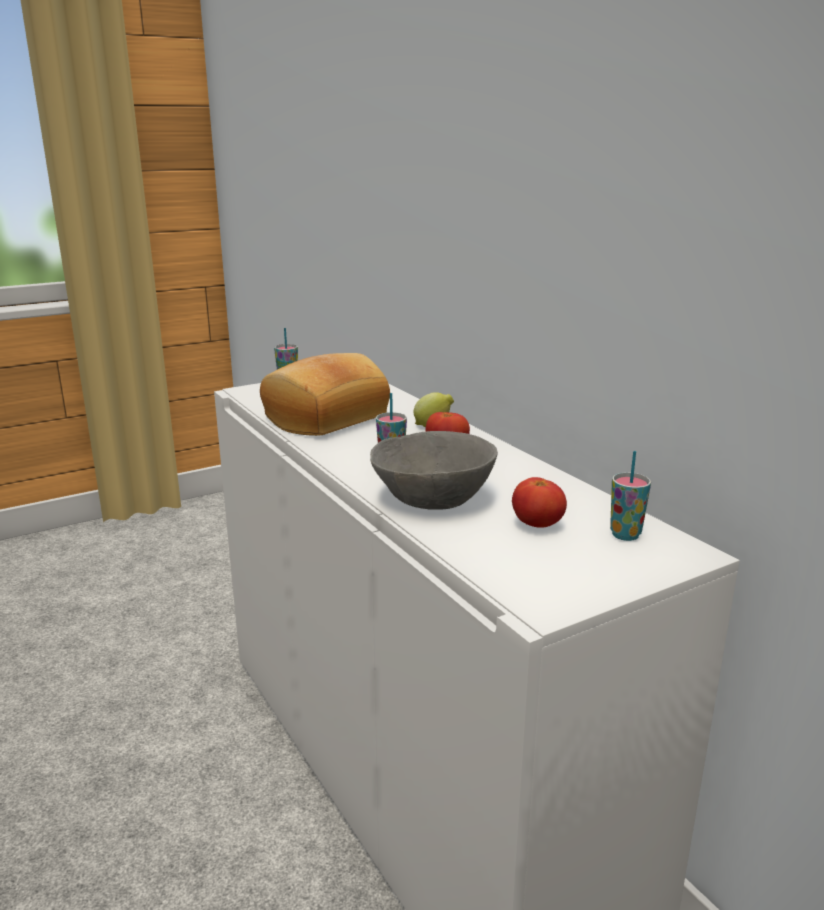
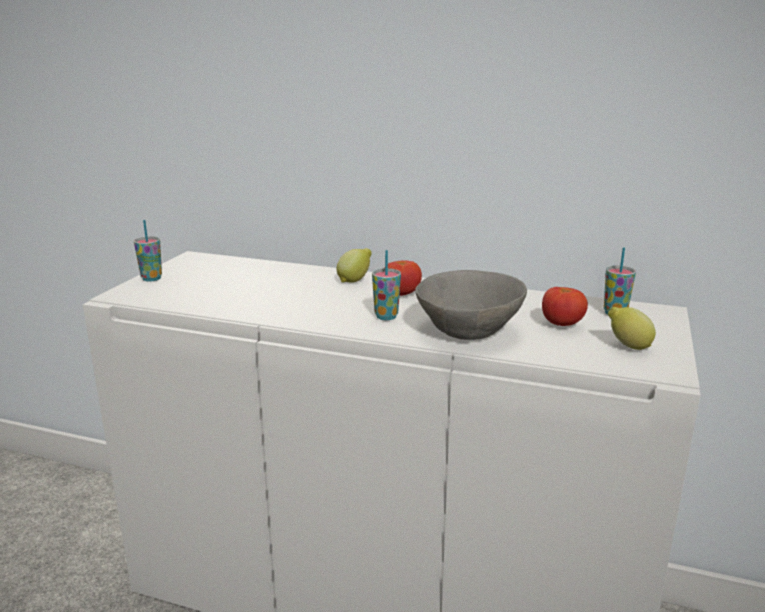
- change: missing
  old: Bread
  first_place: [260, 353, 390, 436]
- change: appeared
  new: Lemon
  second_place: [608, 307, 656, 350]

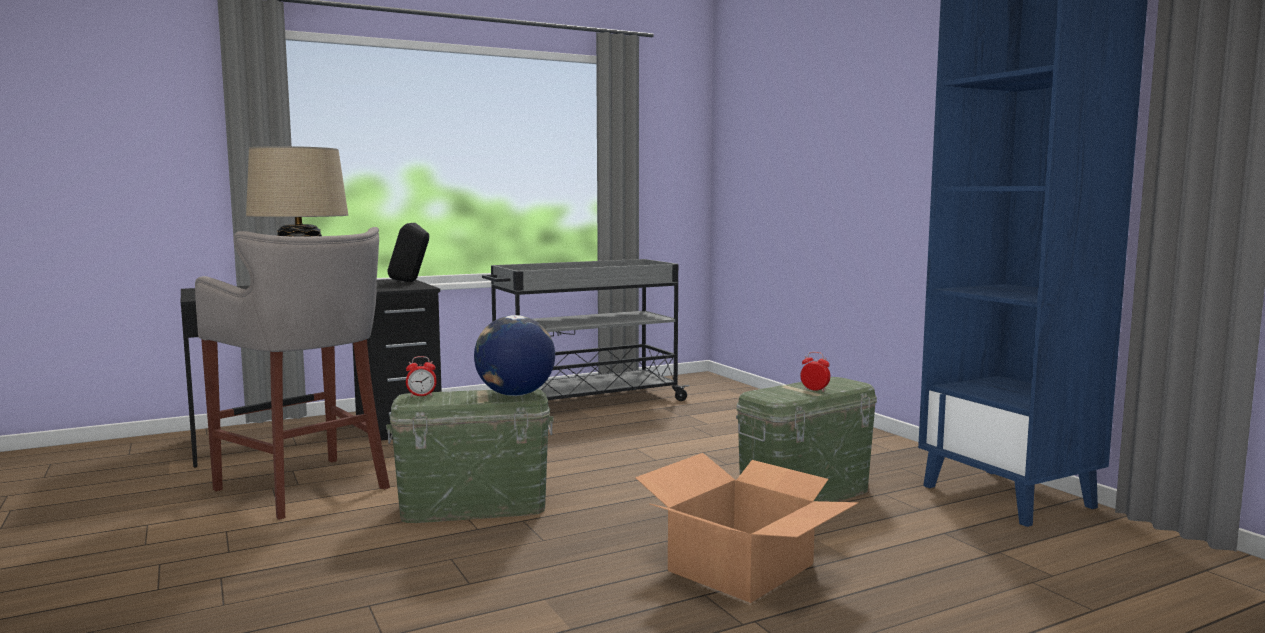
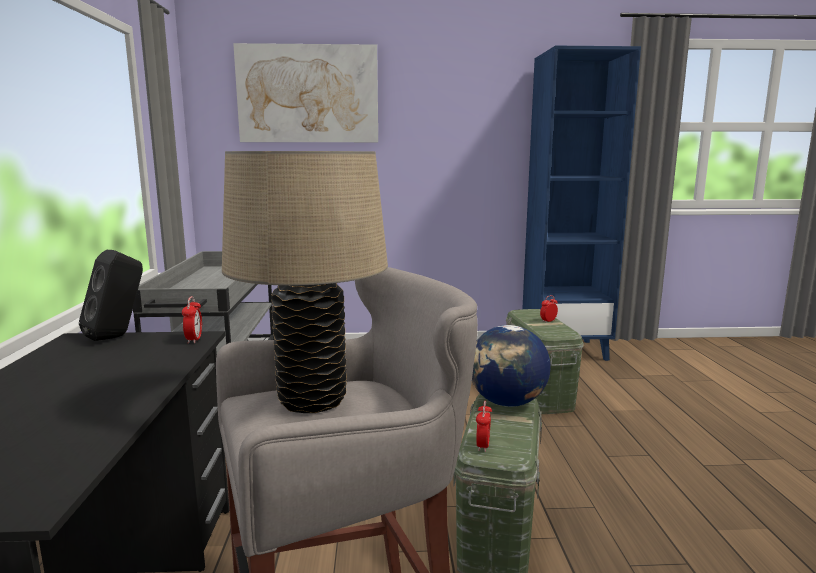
- change: missing
  old: CardboardBox
  first_place: [635, 453, 859, 603]
- change: appeared
  new: AlarmClock
  second_place: [182, 296, 202, 344]
- change: appeared
  new: Picture
  second_place: [233, 43, 378, 142]

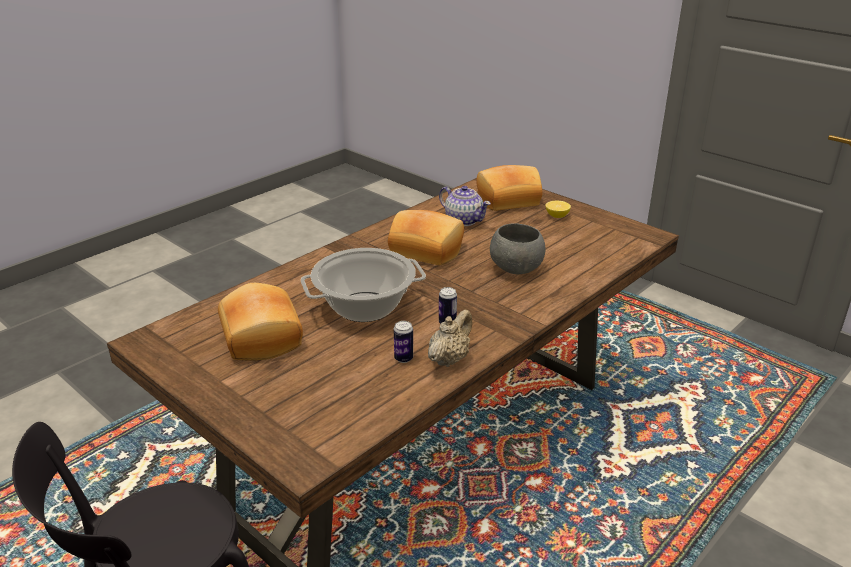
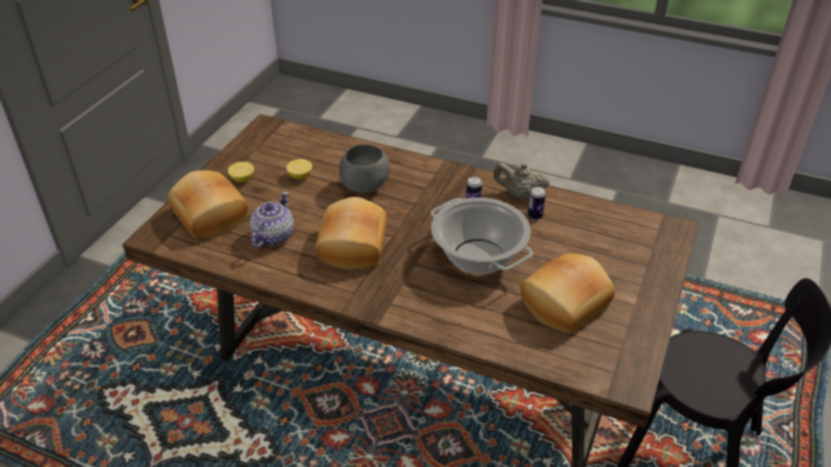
- change: appeared
  new: Lemon
  second_place: [286, 159, 312, 179]

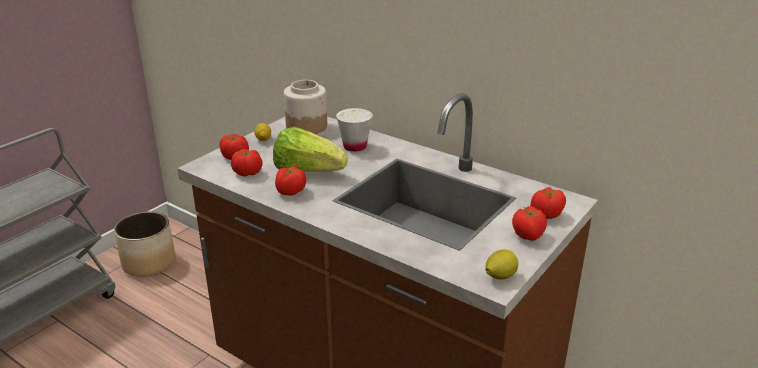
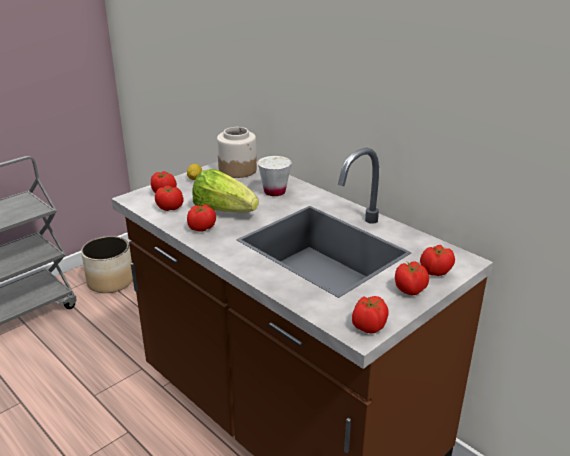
- change: exchanged
  old: Lemon
  new: Tomato
  first_place: [485, 250, 519, 280]
  second_place: [352, 296, 389, 334]

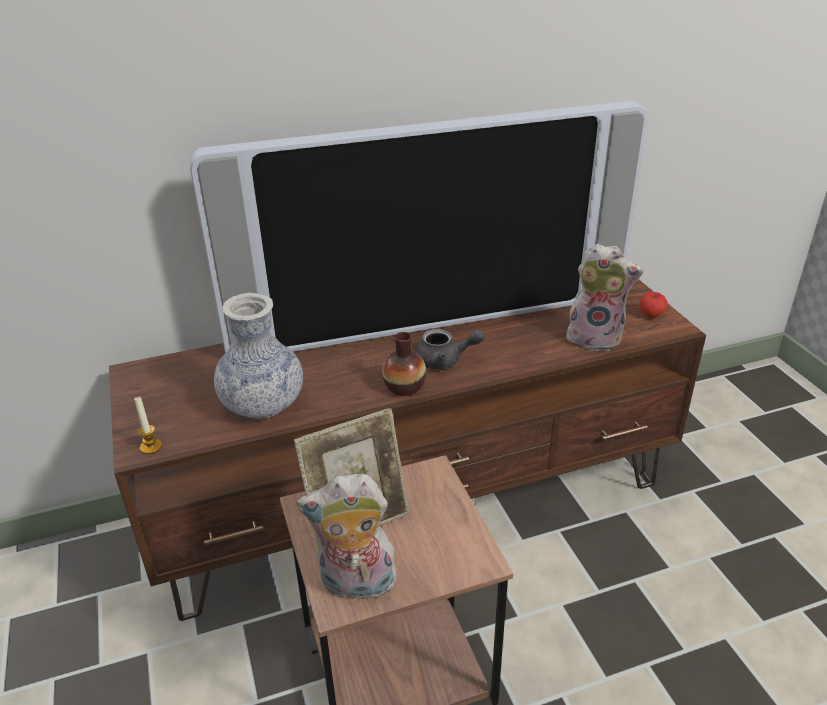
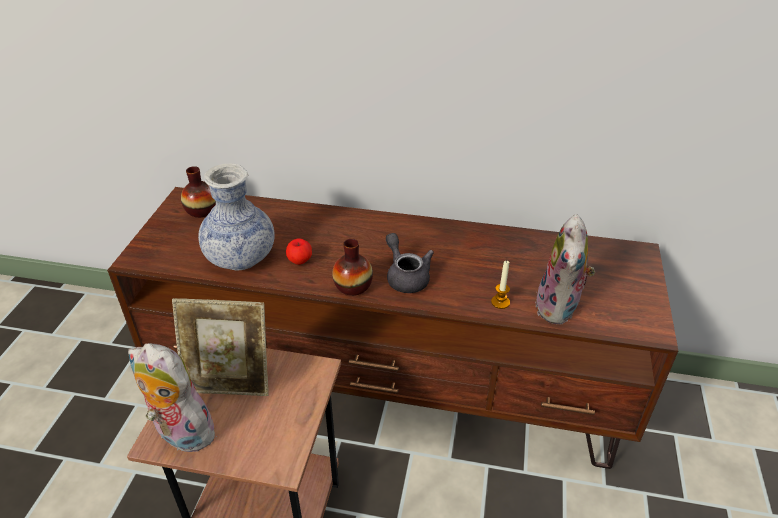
- change: relocated
  old: Candle
  first_place: [134, 397, 162, 454]
  second_place: [491, 261, 510, 309]
- change: missing
  old: Television
  first_place: [190, 101, 648, 353]
- change: spun
  old: GreyTeapot
  first_place: [415, 329, 485, 369]
  second_place: [386, 233, 434, 293]
  degrees: -150
- change: spun
  old: PlushToy
  first_place: [567, 244, 643, 351]
  second_place: [535, 215, 595, 324]
  degrees: 60
- change: relocated
  old: Apple
  first_place: [639, 292, 668, 318]
  second_place: [286, 238, 312, 265]
- change: appeared
  new: Vase
  second_place: [181, 166, 216, 218]

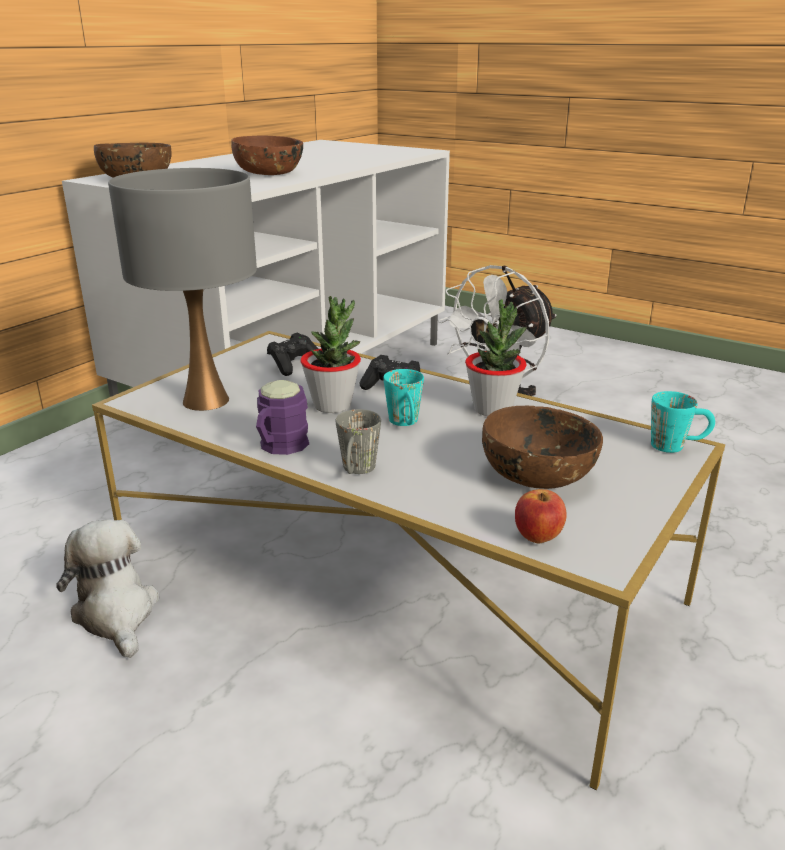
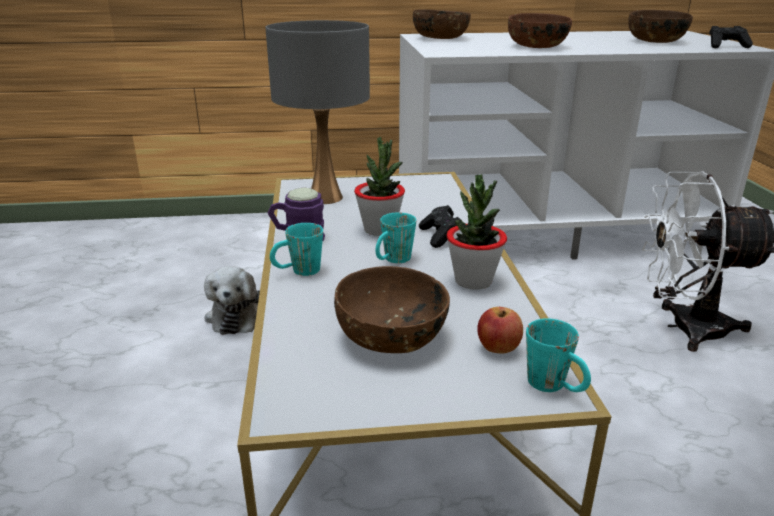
- change: spun
  old: PlushToy
  first_place: [56, 519, 159, 658]
  second_place: [204, 266, 260, 335]
  degrees: 150
- change: relocated
  old: BlackGameController
  first_place: [267, 333, 318, 376]
  second_place: [709, 26, 753, 48]
- change: colour
  old: GreyMug
  new: TurquoiseMug
  first_place: [336, 409, 381, 474]
  second_place: [270, 223, 323, 276]
- change: relocated
  old: Apple
  first_place: [515, 489, 567, 544]
  second_place: [477, 307, 523, 354]
- change: appeared
  new: BrownBowl
  second_place: [628, 10, 693, 43]

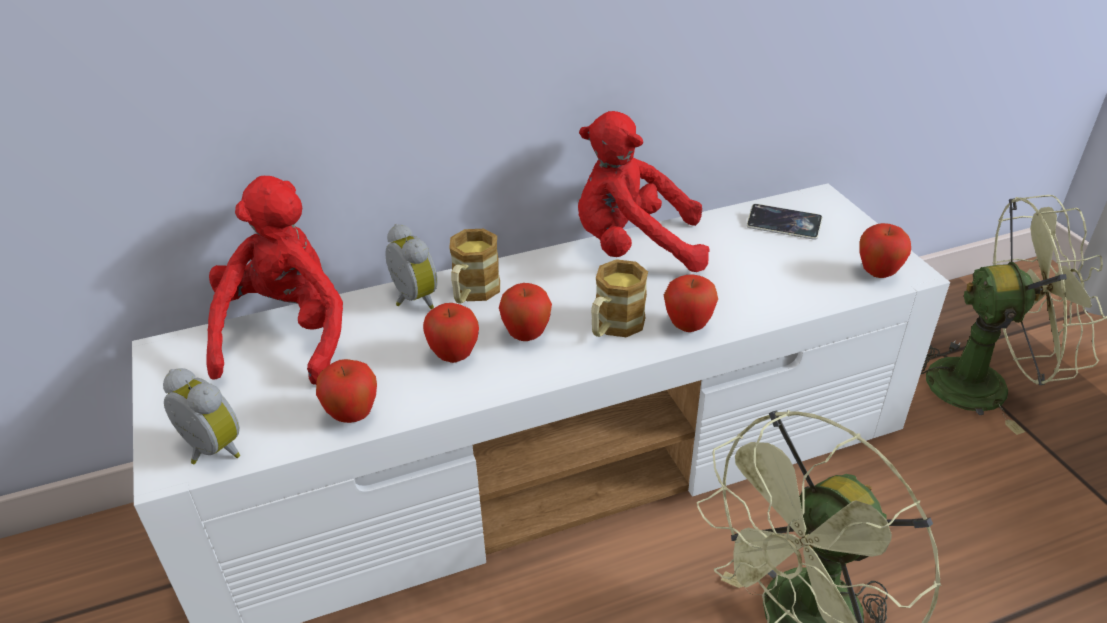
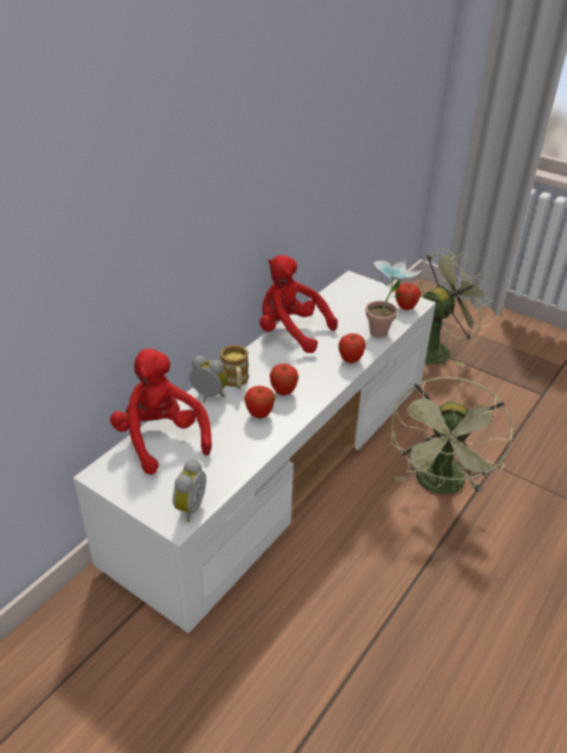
- change: spun
  old: AlarmClock
  first_place: [163, 368, 240, 464]
  second_place: [173, 459, 206, 522]
  degrees: 105
- change: missing
  old: Apple
  first_place: [316, 359, 377, 423]
- change: spun
  old: RedPlushToy
  first_place: [578, 111, 710, 272]
  second_place: [260, 255, 338, 353]
  degrees: 60
- change: missing
  old: Mug
  first_place: [591, 259, 648, 337]
- change: missing
  old: Phone
  first_place: [746, 204, 823, 240]
- change: appeared
  new: PottedPlant
  second_place: [365, 260, 421, 338]

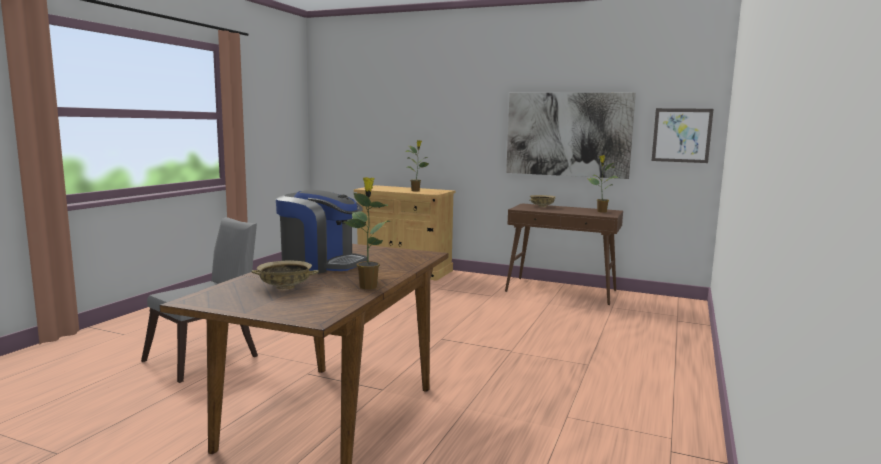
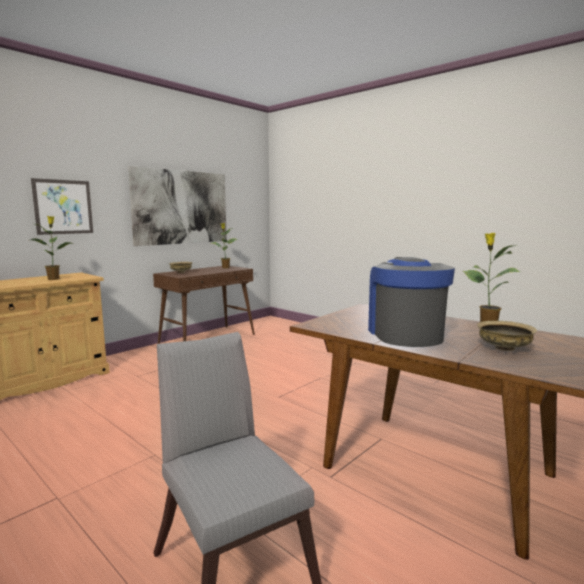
- change: spun
  old: CoffeeMachine
  first_place: [276, 190, 367, 274]
  second_place: [368, 257, 455, 347]
  degrees: -45
- change: relocated
  old: Picture
  first_place: [652, 108, 714, 163]
  second_place: [31, 178, 93, 235]

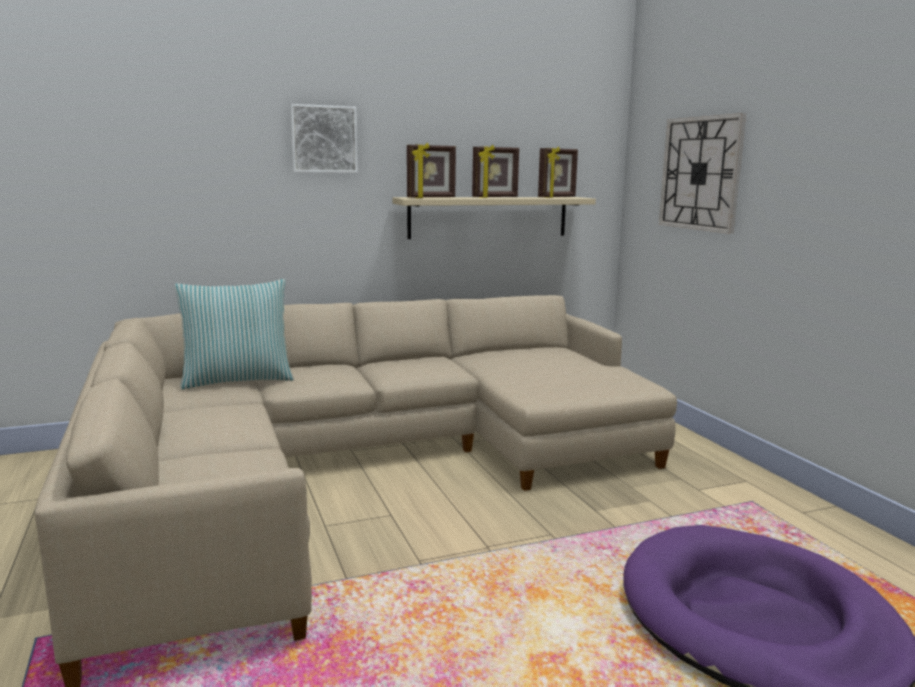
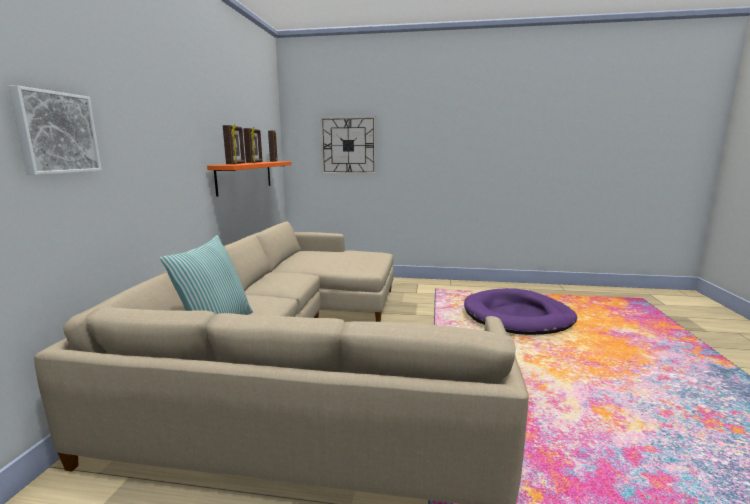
- change: relocated
  old: Picture
  first_place: [290, 104, 358, 173]
  second_place: [8, 85, 102, 175]
- change: colour
  old: BeigeShelf
  new: OrangeShelf
  first_place: [392, 197, 596, 239]
  second_place: [207, 162, 292, 197]

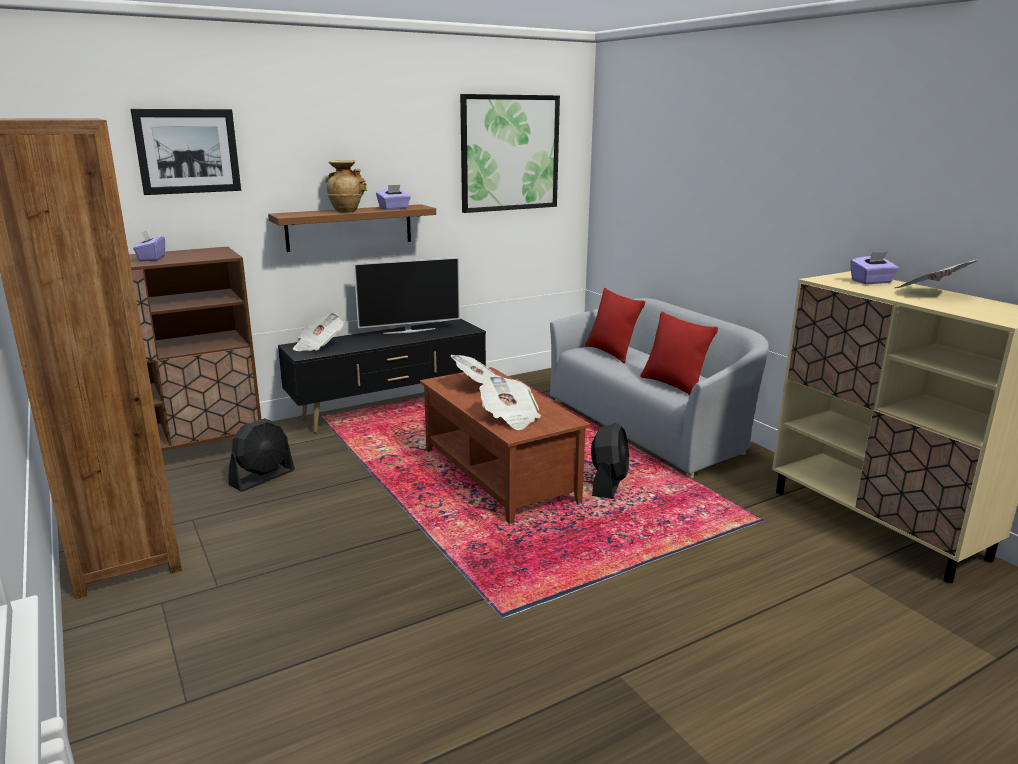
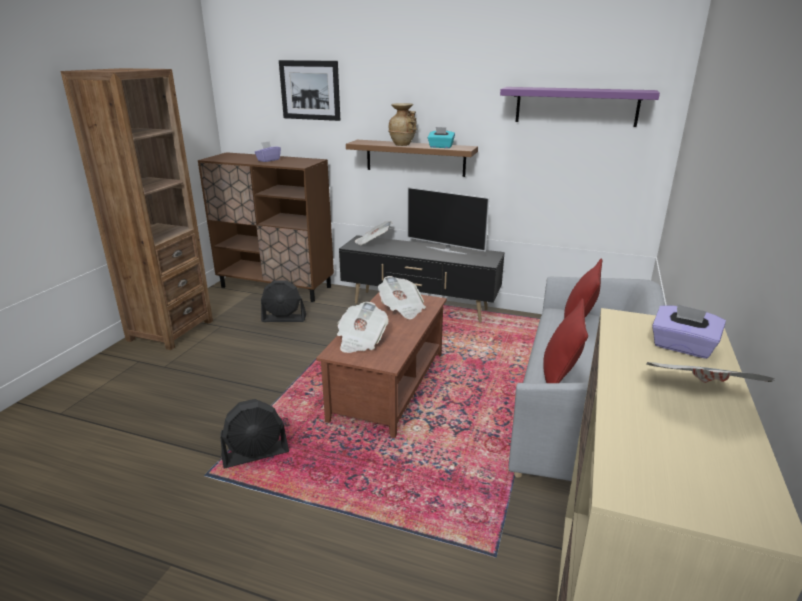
- change: colour
  old: PurpleTissueBox
  new: TurquoiseTissueBox
  first_place: [376, 185, 411, 210]
  second_place: [428, 127, 455, 148]
- change: exchanged
  old: Picture
  new: PurpleShelf
  first_place: [460, 94, 560, 213]
  second_place: [500, 87, 660, 127]
- change: relocated
  old: BlackFan
  first_place: [591, 423, 629, 499]
  second_place: [220, 399, 289, 469]

